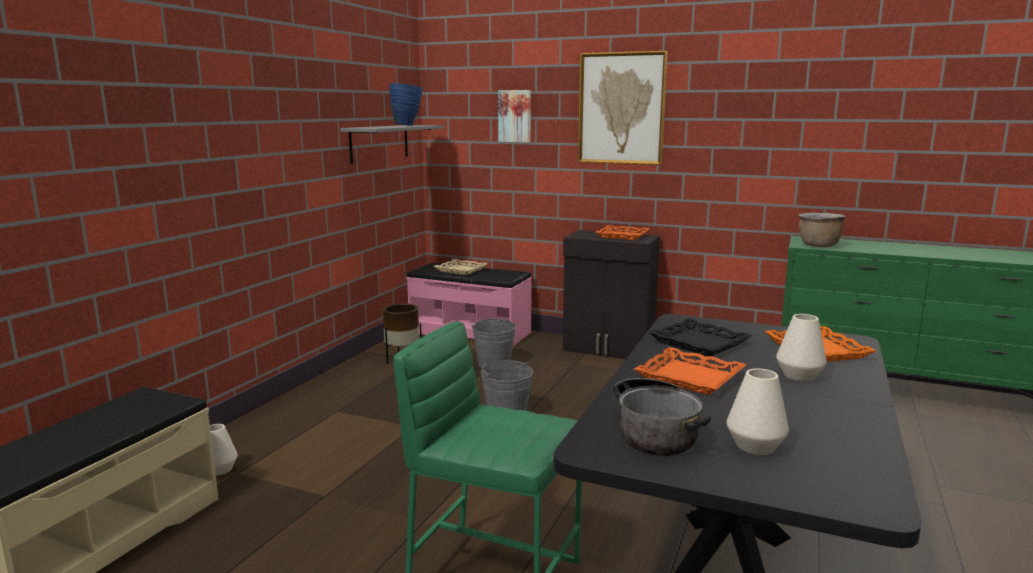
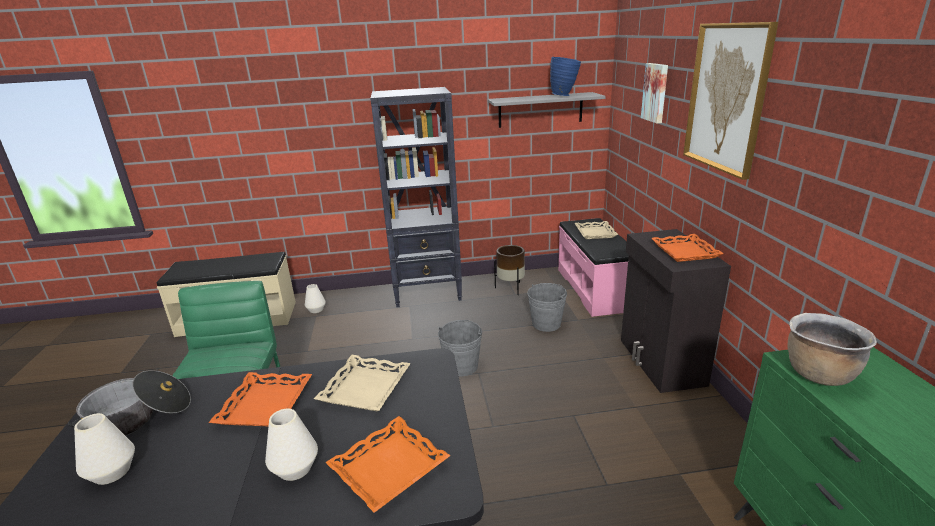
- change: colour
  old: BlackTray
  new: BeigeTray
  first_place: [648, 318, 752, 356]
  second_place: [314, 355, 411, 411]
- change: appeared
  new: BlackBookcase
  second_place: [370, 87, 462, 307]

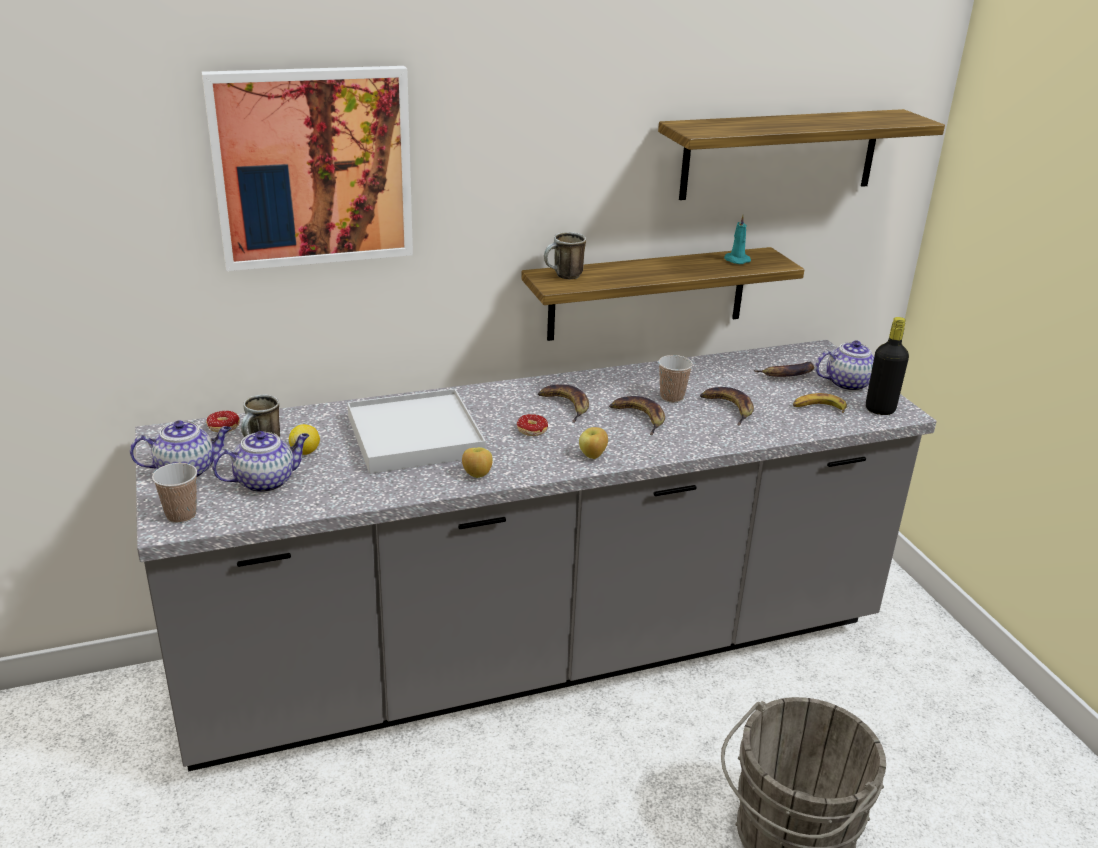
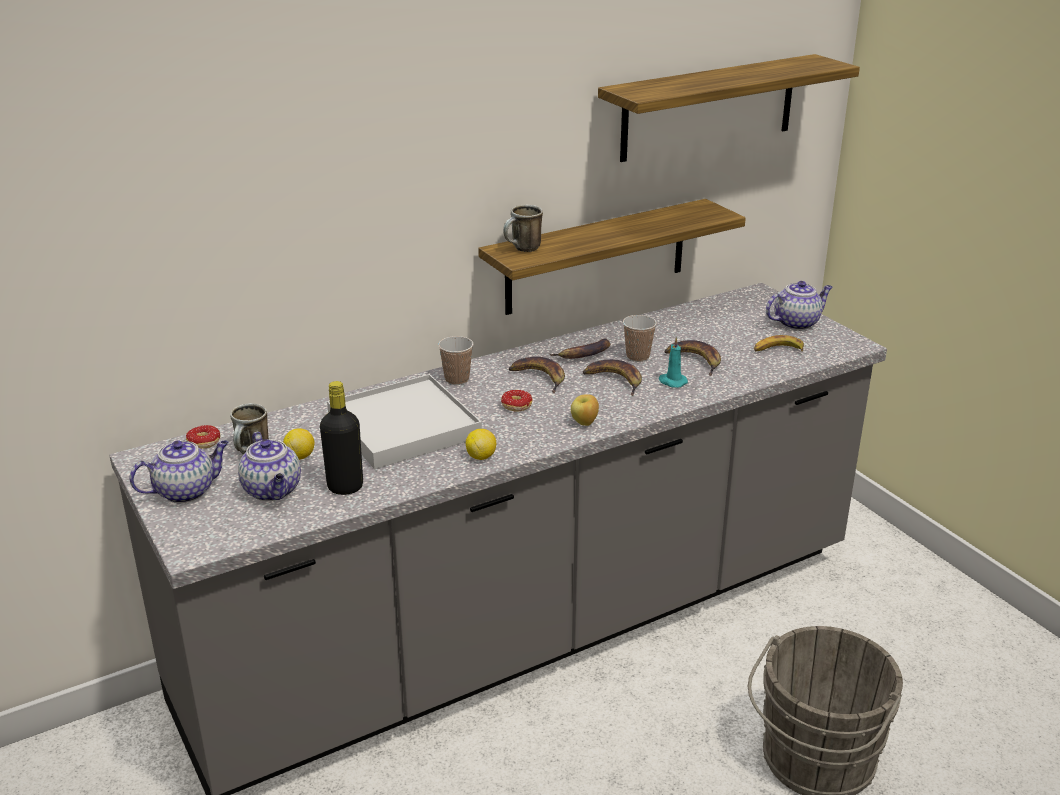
- change: relocated
  old: Cup
  first_place: [152, 463, 197, 523]
  second_place: [438, 336, 474, 385]
- change: missing
  old: Picture
  first_place: [202, 66, 413, 271]
- change: spun
  old: Teapot
  first_place: [212, 431, 309, 493]
  second_place: [238, 432, 301, 501]
  degrees: 105
- change: exchanged
  old: Apple
  new: Lemon
  first_place: [462, 447, 493, 478]
  second_place: [466, 429, 496, 460]
- change: relocated
  old: TurquoiseCandle
  first_place: [724, 215, 751, 264]
  second_place: [659, 337, 688, 388]
- change: relocated
  old: Banana
  first_place: [754, 362, 814, 377]
  second_place: [550, 339, 610, 359]
- change: relocated
  old: BlackBottle
  first_place: [866, 317, 909, 415]
  second_place: [320, 381, 363, 495]

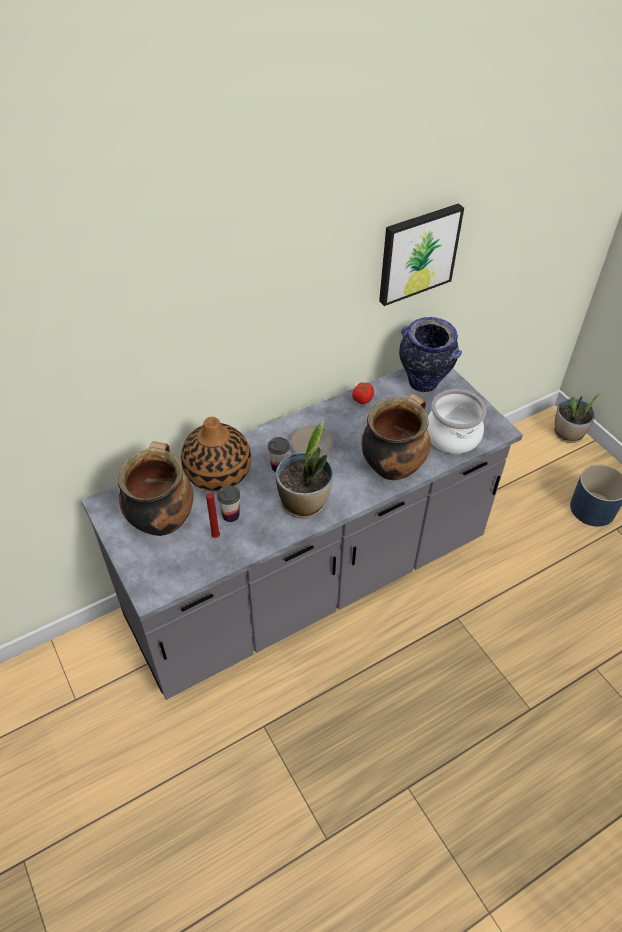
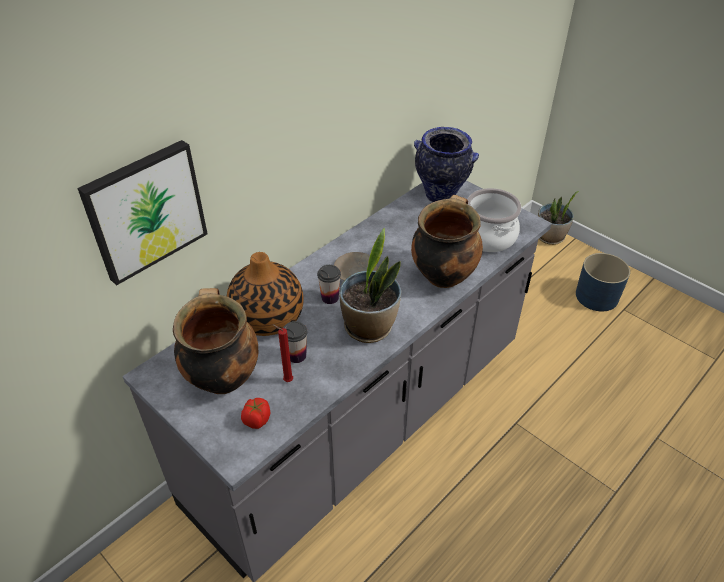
- change: relocated
  old: Tomato
  first_place: [352, 382, 374, 404]
  second_place: [241, 398, 270, 429]
- change: relocated
  old: Picture
  first_place: [379, 203, 464, 306]
  second_place: [77, 140, 208, 285]

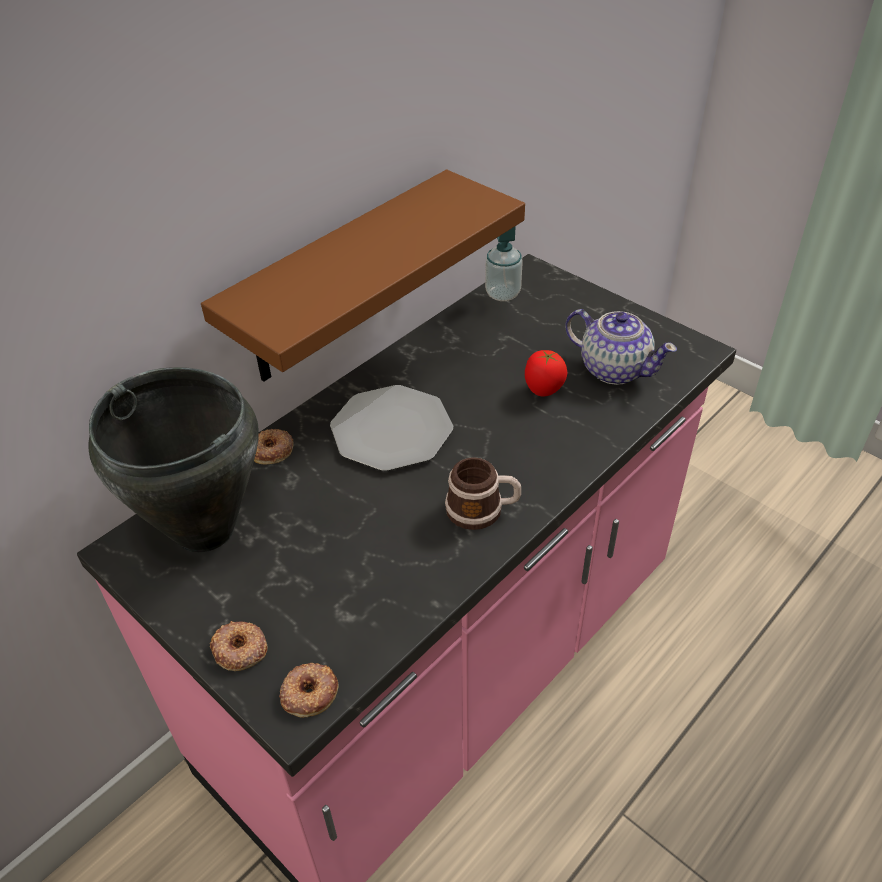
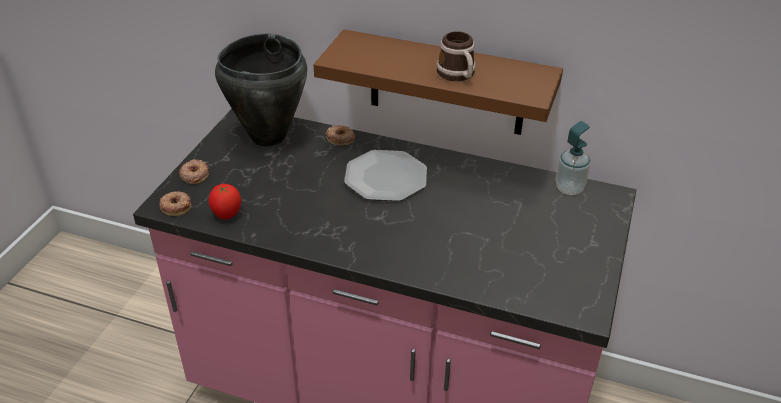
- change: relocated
  old: Mug
  first_place: [445, 457, 521, 530]
  second_place: [436, 31, 476, 81]
- change: relocated
  old: Tomato
  first_place: [525, 350, 567, 396]
  second_place: [208, 184, 241, 220]
- change: missing
  old: Teapot
  first_place: [565, 309, 677, 385]

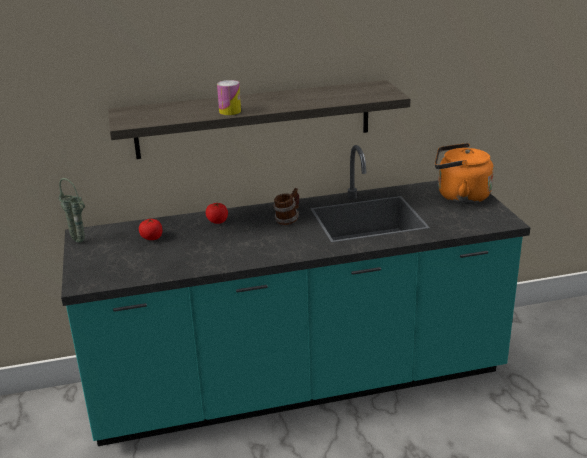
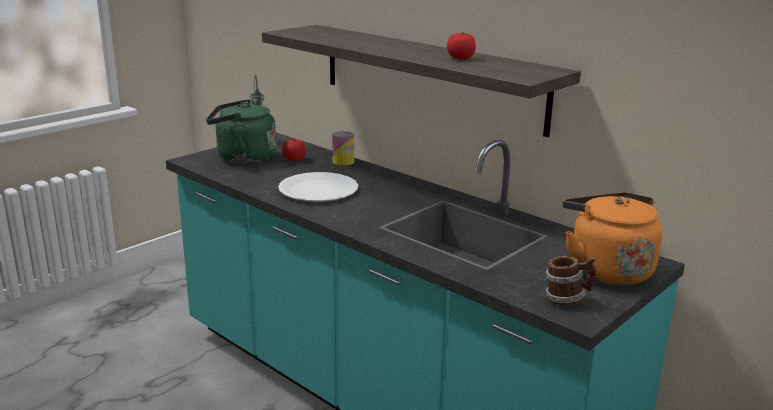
- change: relocated
  old: Tomato
  first_place: [206, 202, 228, 224]
  second_place: [447, 32, 476, 59]
- change: relocated
  old: Can
  first_place: [217, 80, 241, 115]
  second_place: [332, 131, 354, 166]
- change: relocated
  old: Mug
  first_place: [273, 188, 299, 225]
  second_place: [545, 256, 596, 306]
- change: appeared
  new: GreenKettle
  second_place: [206, 99, 276, 164]
- change: appeared
  new: WhitePlate
  second_place: [278, 172, 358, 201]

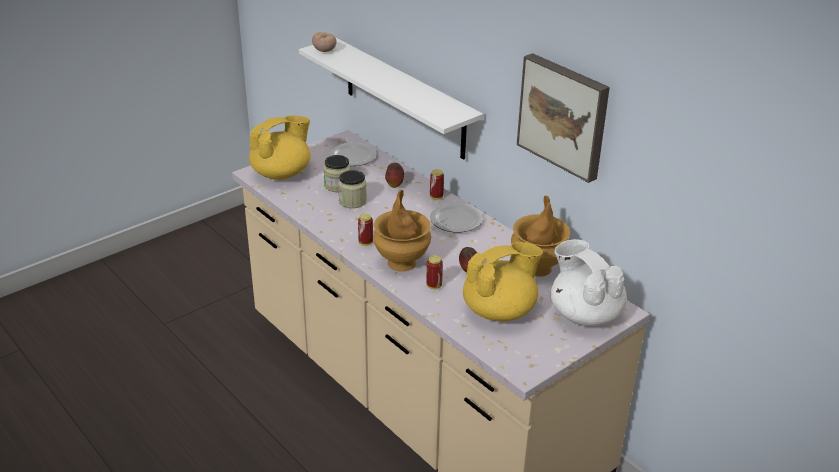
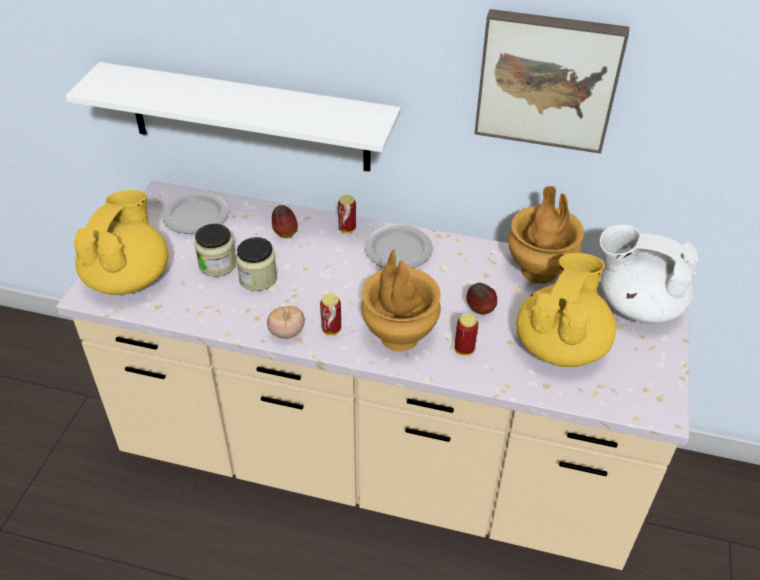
- change: relocated
  old: Tomato
  first_place: [312, 32, 337, 52]
  second_place: [267, 306, 305, 339]

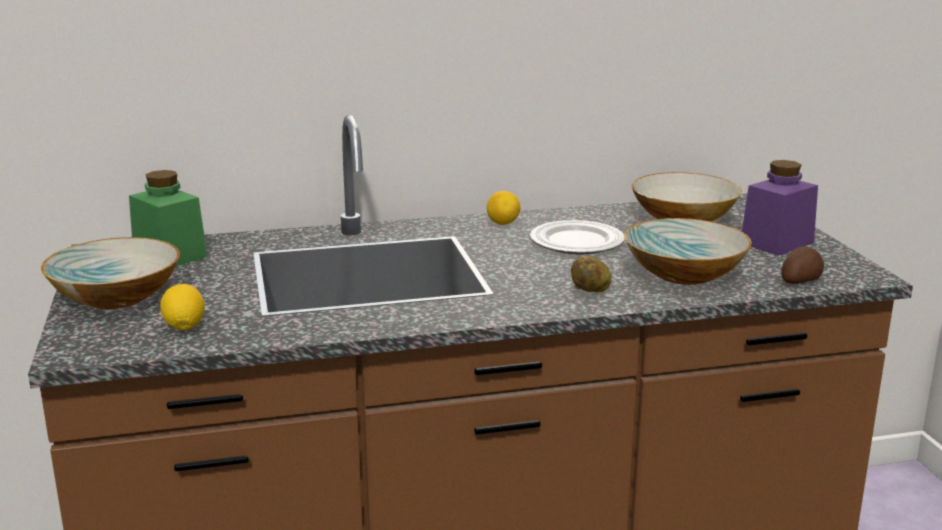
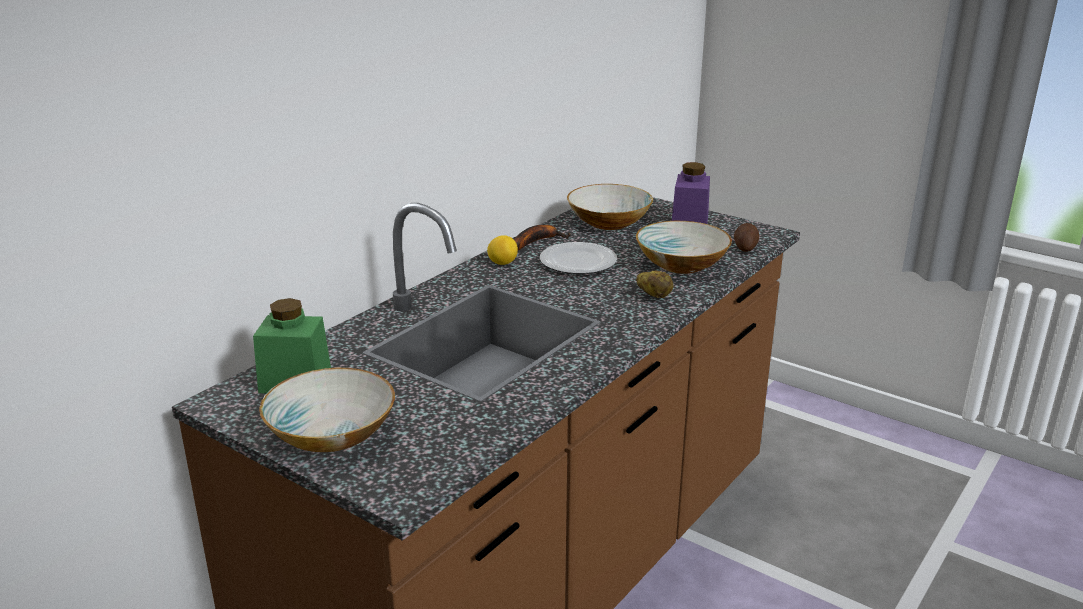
- change: missing
  old: Lemon
  first_place: [160, 284, 205, 330]
- change: appeared
  new: Banana
  second_place: [514, 224, 570, 250]

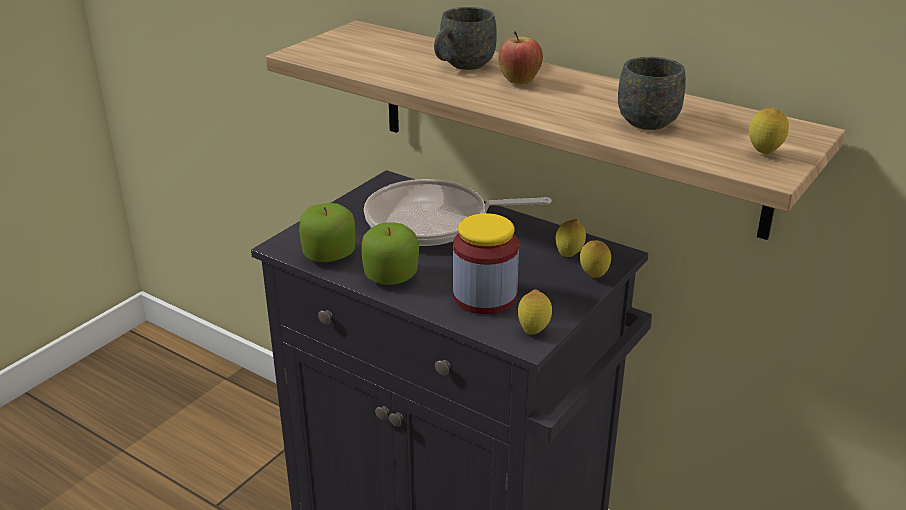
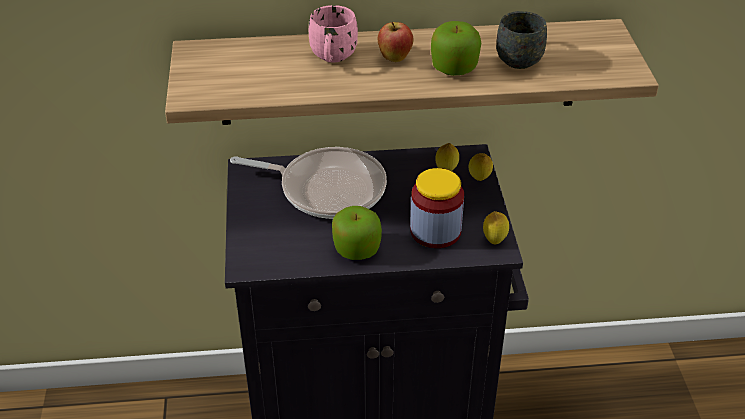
- change: relocated
  old: Apple
  first_place: [299, 203, 355, 262]
  second_place: [431, 21, 481, 76]
- change: spun
  old: FryingPan
  first_place: [364, 179, 551, 246]
  second_place: [230, 147, 387, 219]
  degrees: -120
- change: colour
  old: GreyMug
  new: PinkMug
  first_place: [434, 7, 497, 70]
  second_place: [309, 5, 358, 62]
- change: missing
  old: Lemon
  first_place: [749, 108, 789, 154]

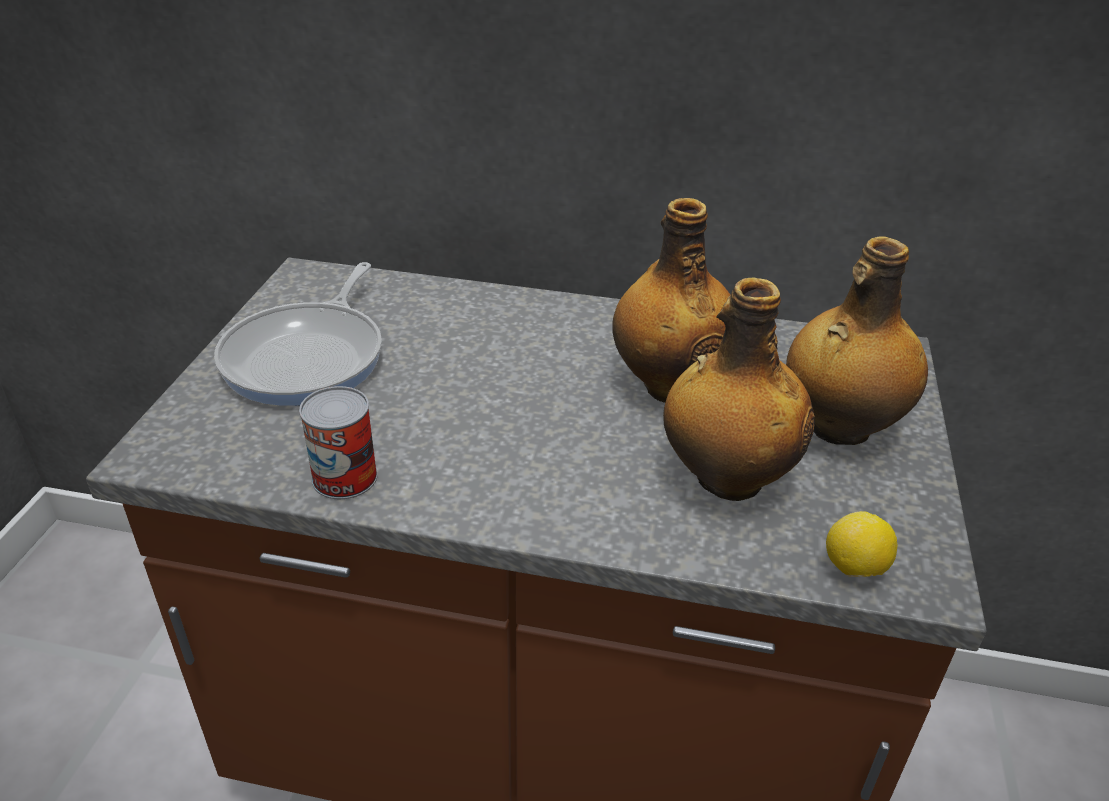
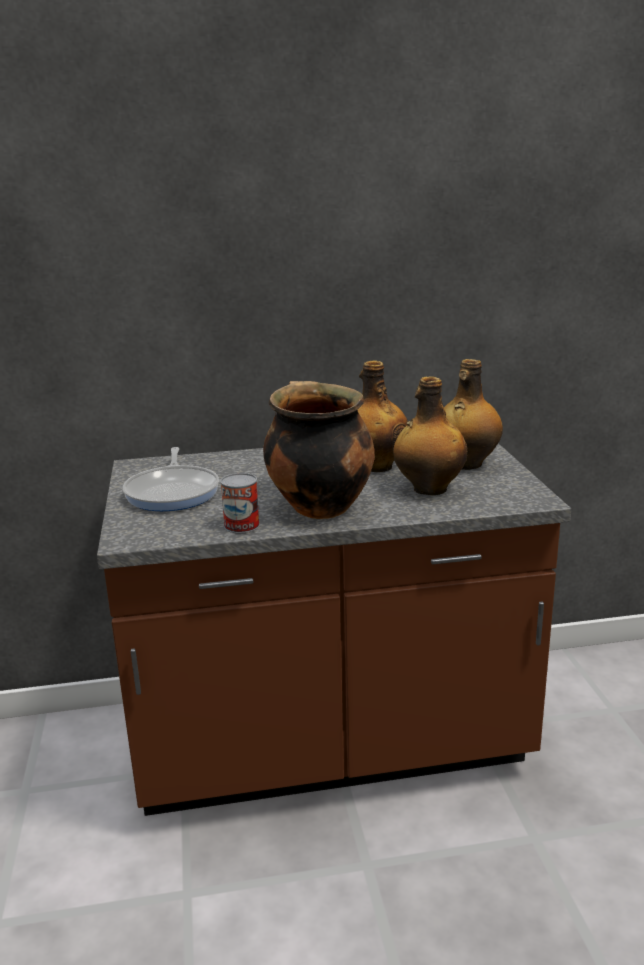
- change: missing
  old: Lemon
  first_place: [826, 511, 897, 577]
- change: appeared
  new: CookingPot
  second_place: [263, 381, 375, 519]

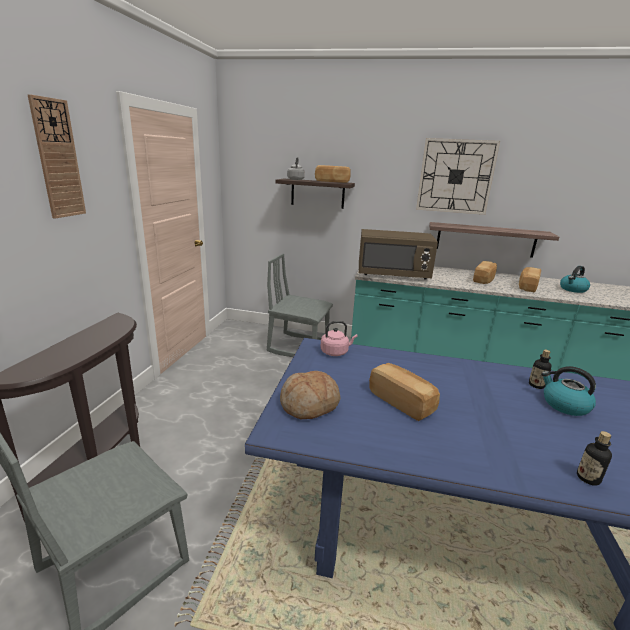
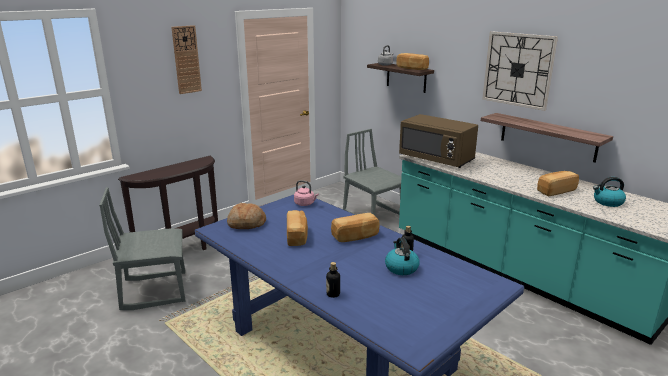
- change: relocated
  old: Bread
  first_place: [473, 261, 497, 284]
  second_place: [331, 213, 380, 242]

